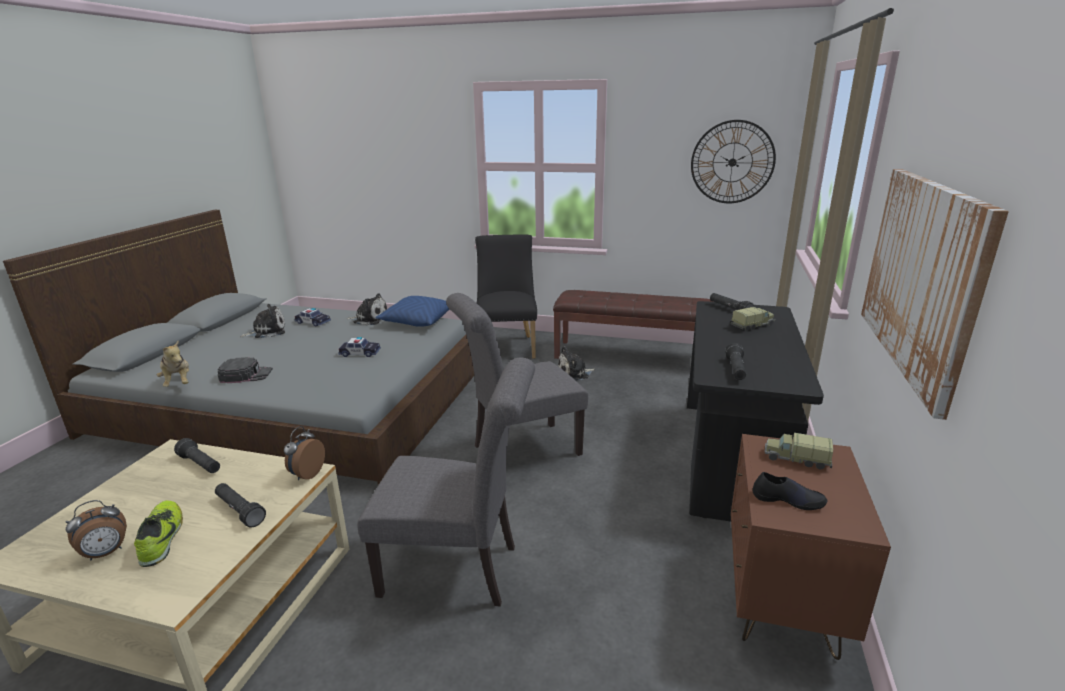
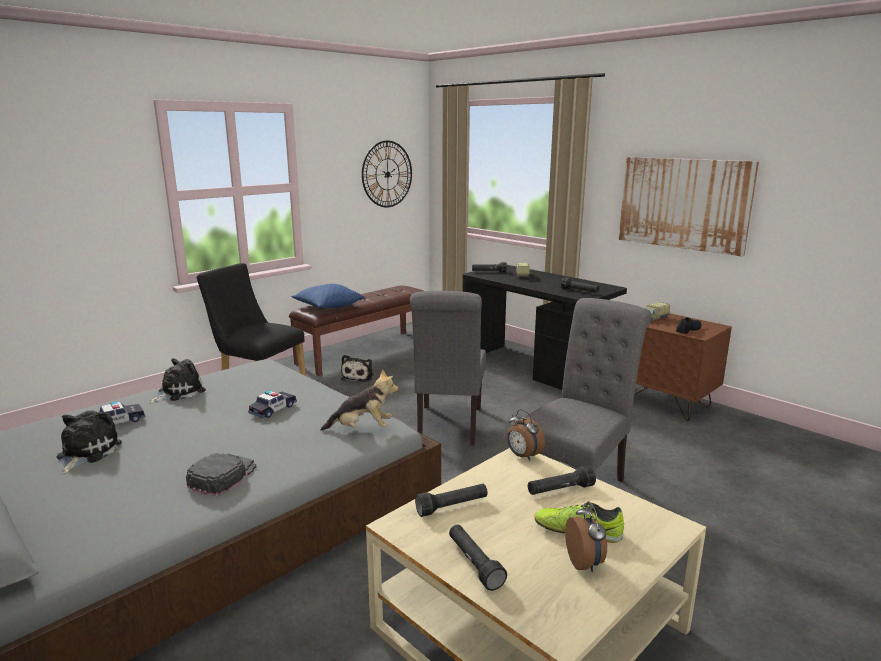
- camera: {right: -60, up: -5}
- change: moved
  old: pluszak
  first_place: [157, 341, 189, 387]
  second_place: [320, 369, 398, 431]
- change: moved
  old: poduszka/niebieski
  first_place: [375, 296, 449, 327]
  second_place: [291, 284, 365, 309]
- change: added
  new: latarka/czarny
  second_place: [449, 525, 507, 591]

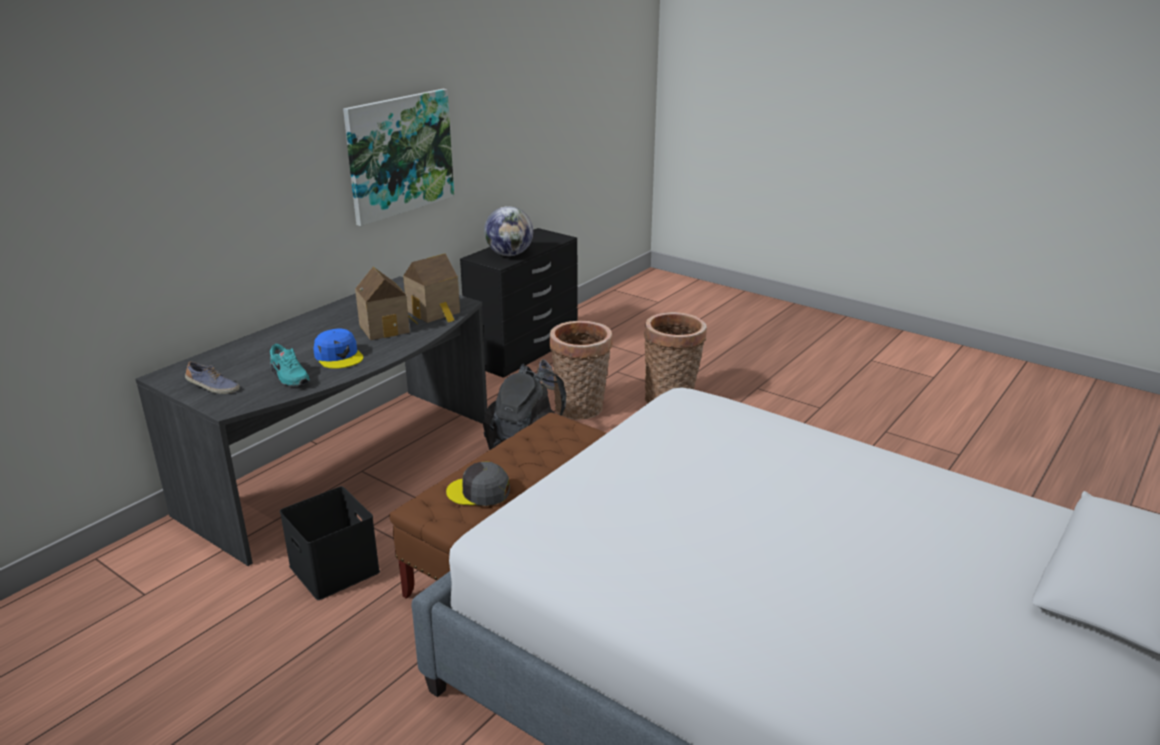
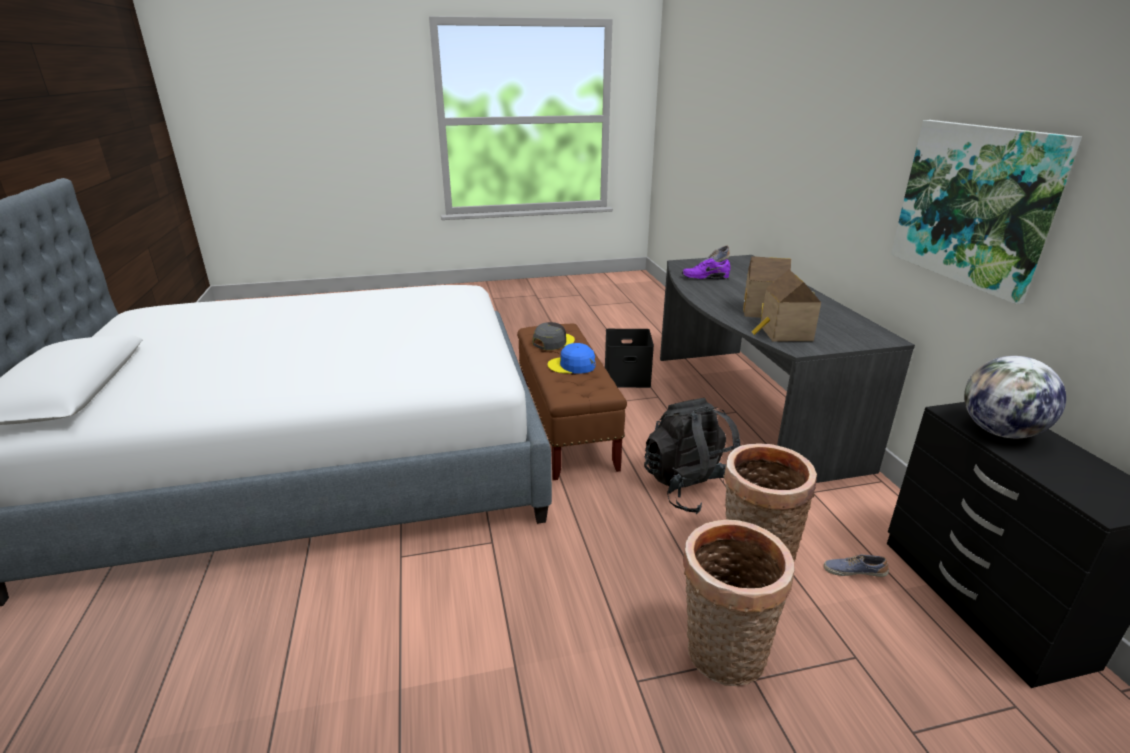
- camera: {right: 130, up: 0}
- change: recoloured
  old: but/turkusowy
  new: but/fioletowy
  first_place: [270, 344, 310, 386]
  second_place: [682, 258, 730, 280]
- change: moved
  old: czapka z daszkiem/niebieski
  first_place: [313, 328, 364, 369]
  second_place: [547, 343, 595, 374]

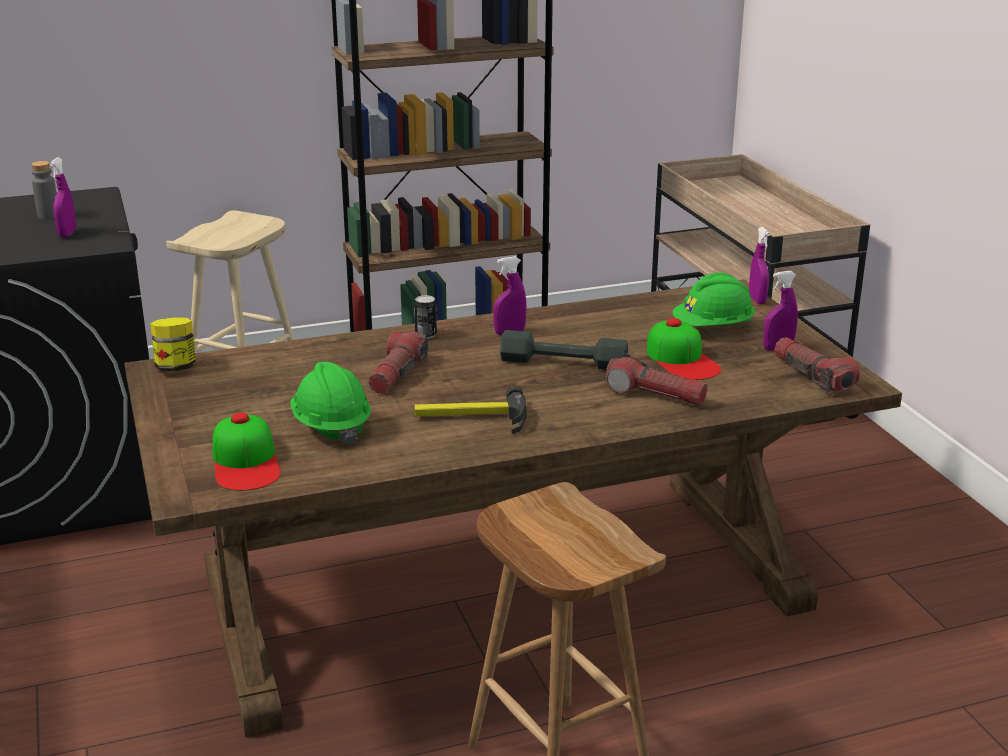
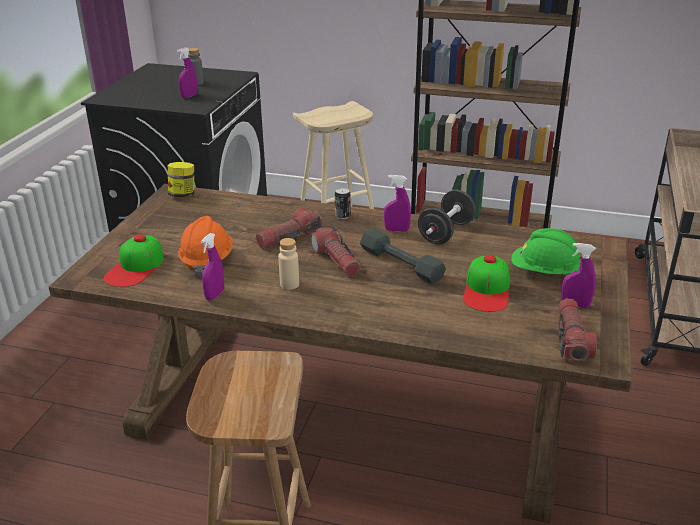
- camera: {right: 35, up: 5}
- change: recoloured
  old: kask/zielony
  new: kask/pomarańczowy
  first_place: [290, 362, 371, 445]
  second_place: [178, 216, 233, 277]
- change: replaced
  old: młotek
  new: butelka/beżowy
  first_place: [414, 386, 527, 434]
  second_place: [278, 238, 299, 290]
- change: moved
  old: latarka
  first_place: [606, 353, 708, 406]
  second_place: [310, 226, 360, 277]
- change: moved
  old: spryskiwacz/fioletowy
  first_place: [749, 227, 770, 304]
  second_place: [201, 233, 224, 301]
- change: added
  new: hantel/czarny
  second_place: [418, 190, 476, 244]

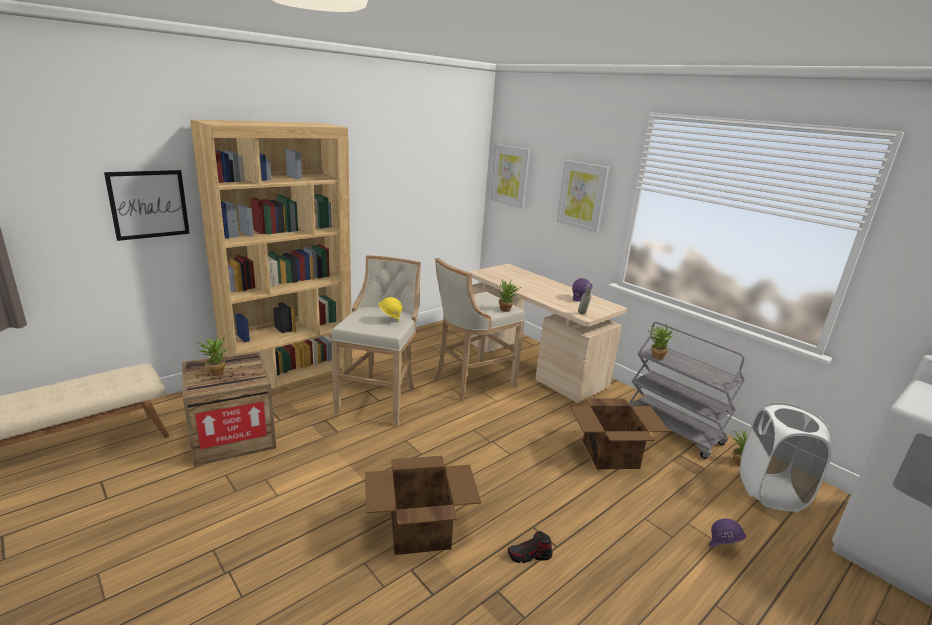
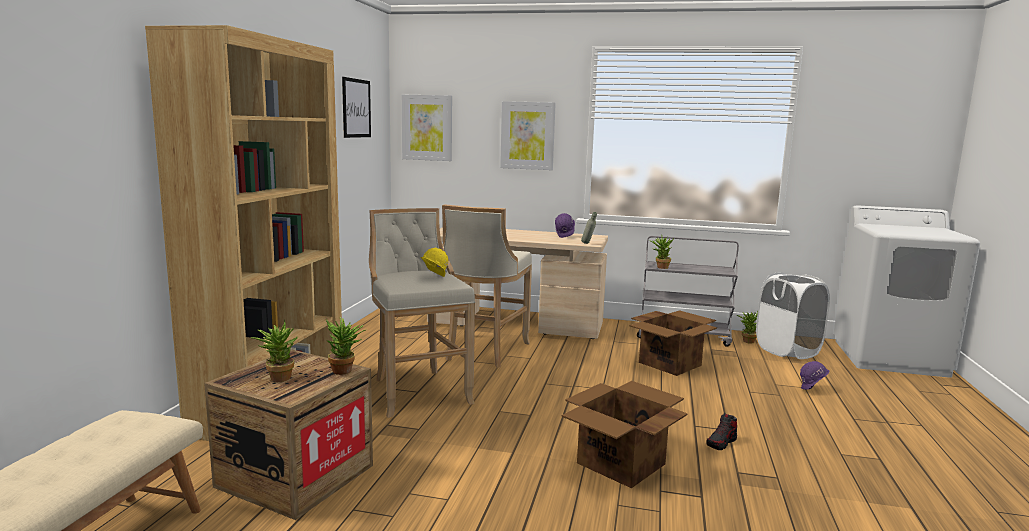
- camera: {right: -35, up: -10}
- change: moved
  old: obraz
  first_place: [104, 170, 190, 241]
  second_place: [342, 77, 371, 138]
- change: moved
  old: roślina doniczkowa
  first_place: [498, 280, 521, 312]
  second_place: [326, 317, 365, 375]

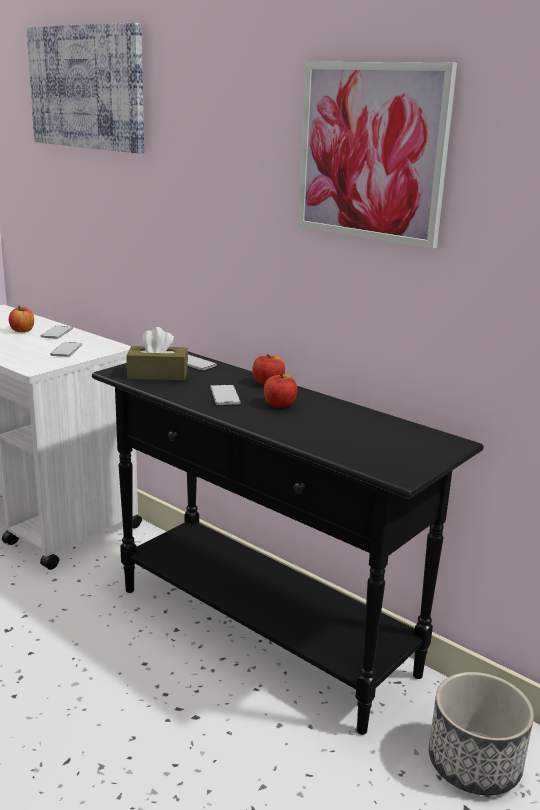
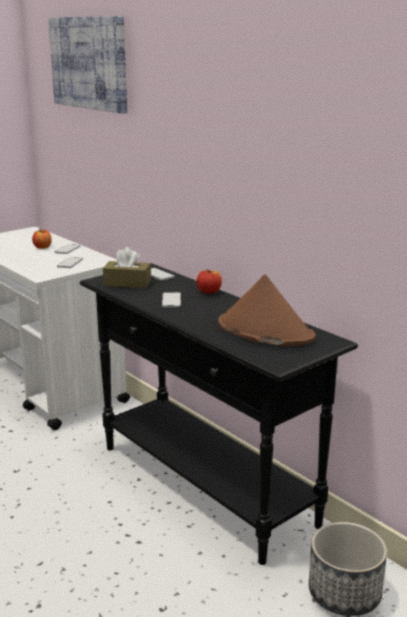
- camera: {right: 10, up: 0}
- change: removed
  old: jabłko
  first_place: [264, 374, 297, 407]
- change: removed
  old: obraz
  first_place: [298, 62, 457, 249]
- change: added
  new: kapelusz/brązowy
  second_place: [218, 274, 315, 346]

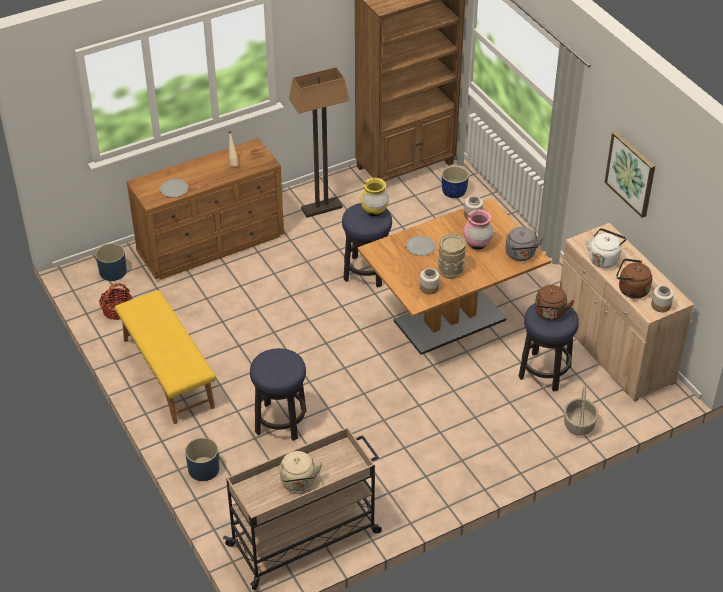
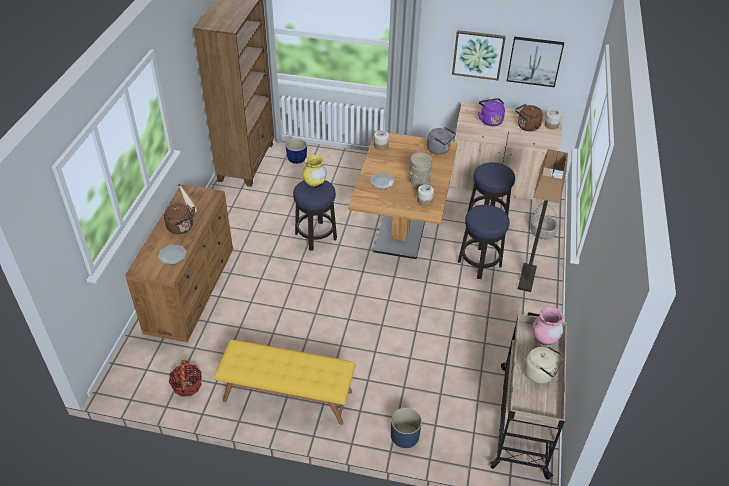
- camera: {right: -50, up: 0}
- change: removed
  old: donica/niebieski
  first_place: [96, 243, 127, 281]
- change: moved
  old: stołek
  first_place: [250, 348, 307, 441]
  second_place: [458, 205, 509, 279]
- change: moved
  old: lampa stojąca
  first_place: [289, 67, 350, 218]
  second_place: [518, 149, 568, 292]
- change: moved
  old: wazon/różowy
  first_place: [463, 209, 493, 250]
  second_place: [533, 306, 564, 345]
- change: moved
  old: czajnik/brązowy
  first_place: [535, 285, 574, 320]
  second_place: [164, 203, 195, 234]
- change: recoloured
  old: czajnik/biały
  new: czajnik/fioletowy
  first_place: [585, 228, 627, 268]
  second_place: [478, 98, 505, 126]
- change: added
  new: obraz
  second_place: [507, 36, 564, 87]

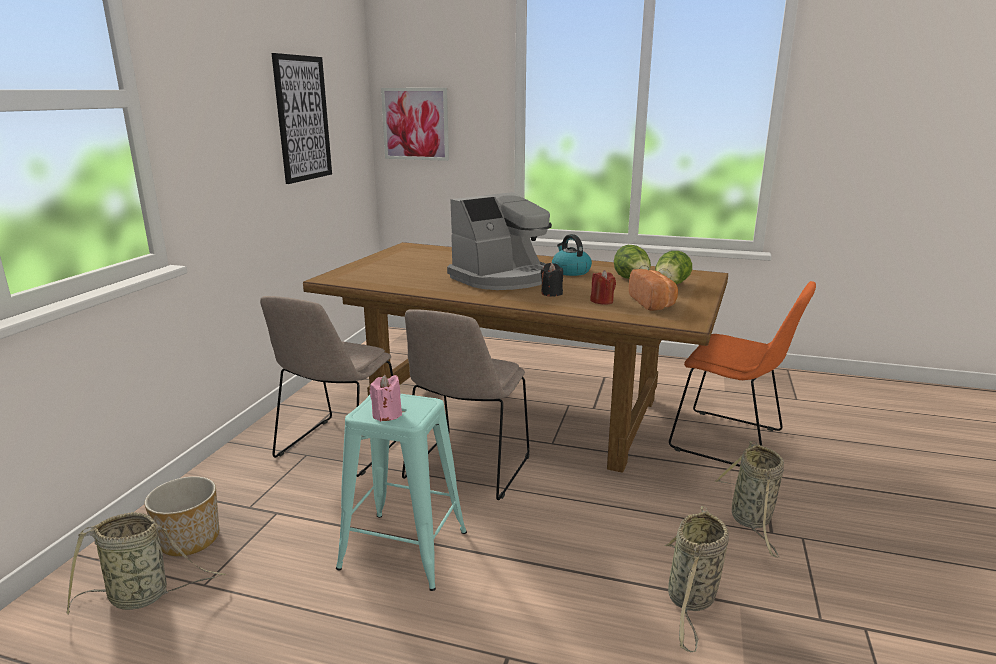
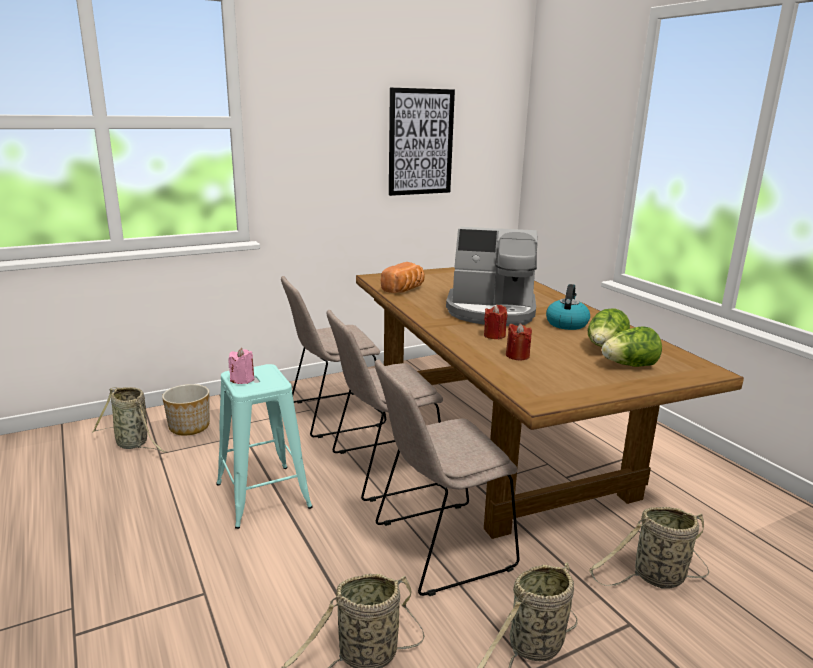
- camera: {right: 45, up: 0}
- change: removed
  old: obraz
  first_place: [381, 88, 449, 161]
- change: recoloured
  old: świeca/czarny
  new: świeca/czerwony
  first_place: [541, 263, 563, 297]
  second_place: [484, 305, 507, 339]
- change: moved
  old: chleb
  first_place: [629, 269, 678, 311]
  second_place: [381, 262, 425, 293]
- change: replaced
  old: krzesło/pomarańczowy
  new: koszyk
  first_place: [669, 281, 816, 467]
  second_place: [589, 507, 709, 589]
- change: added
  new: krzesło/beżowy
  second_place: [375, 360, 520, 596]

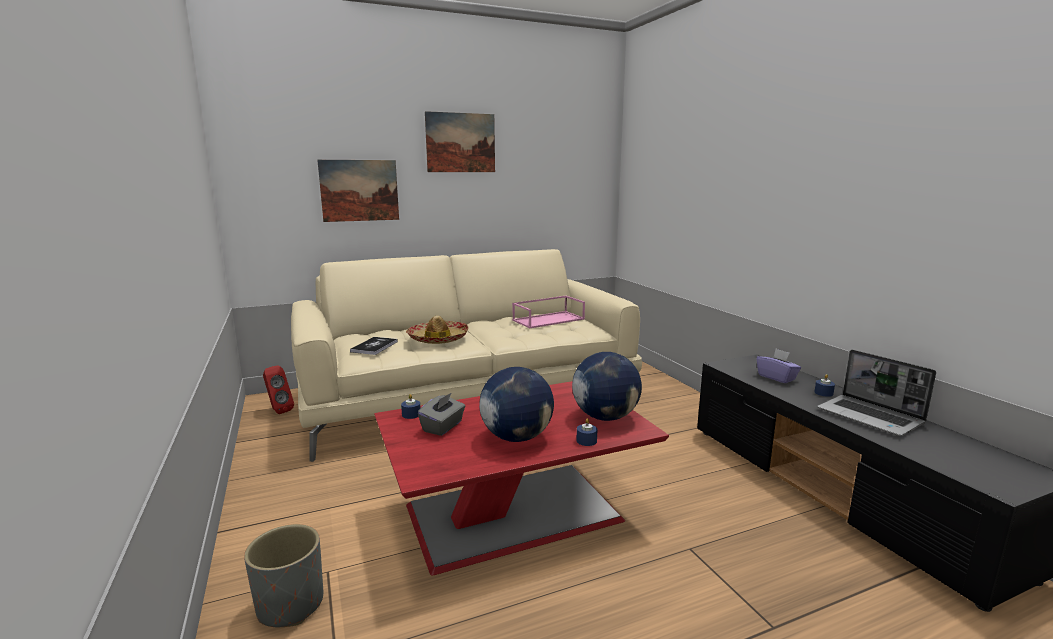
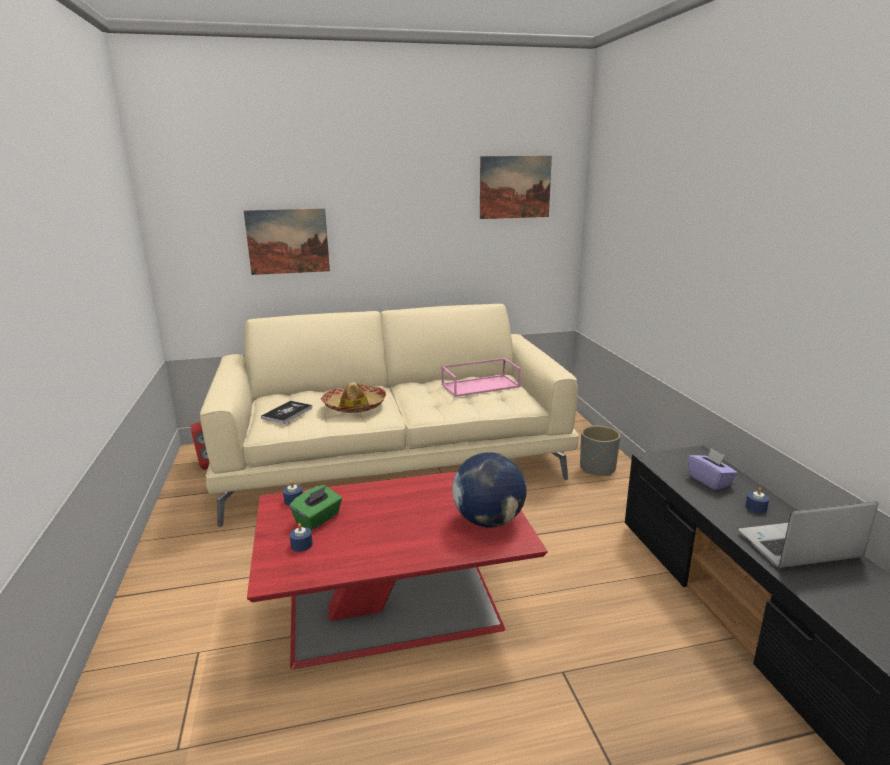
- camera: {right: 10, up: 5}
- change: moved
  old: donica/szary
  first_place: [244, 524, 323, 627]
  second_place: [580, 426, 621, 476]
- change: recoloured
  old: pudełko chusteczek/szary
  new: pudełko chusteczek/zielony
  first_place: [418, 392, 465, 436]
  second_place: [289, 485, 342, 530]
- change: moved
  old: obraz
  first_place: [425, 111, 495, 172]
  second_place: [480, 156, 552, 219]
- change: removed
  old: globus
  first_place: [479, 367, 554, 442]
- change: moved
  old: świeca/niebieski
  first_place: [577, 418, 597, 446]
  second_place: [289, 523, 313, 552]
- change: turned
  old: laptop
  first_place: [817, 350, 936, 436]
  second_place: [738, 501, 878, 569]
  degrees: 105

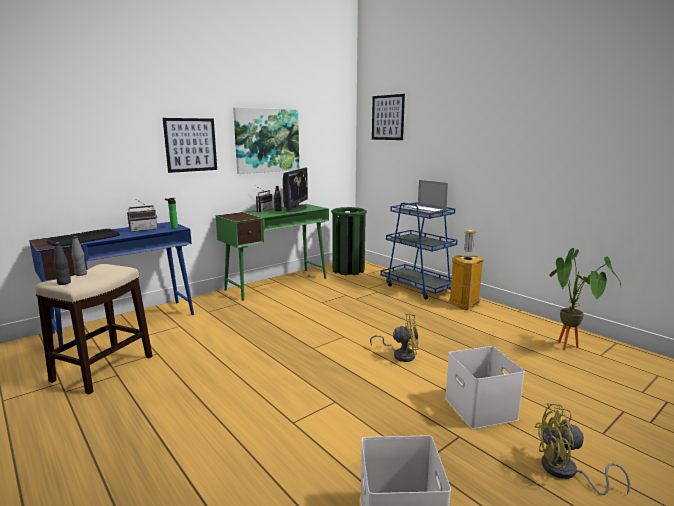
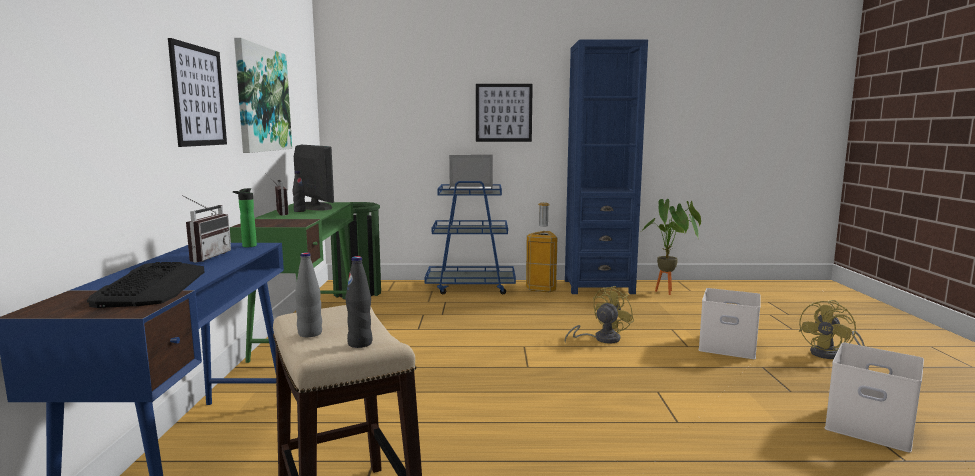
- camera: {right: -50, up: -5}
- change: moved
  old: obraz
  first_place: [372, 94, 405, 140]
  second_place: [476, 84, 533, 142]
- change: added
  new: regał/niebieski
  second_place: [565, 40, 648, 294]

